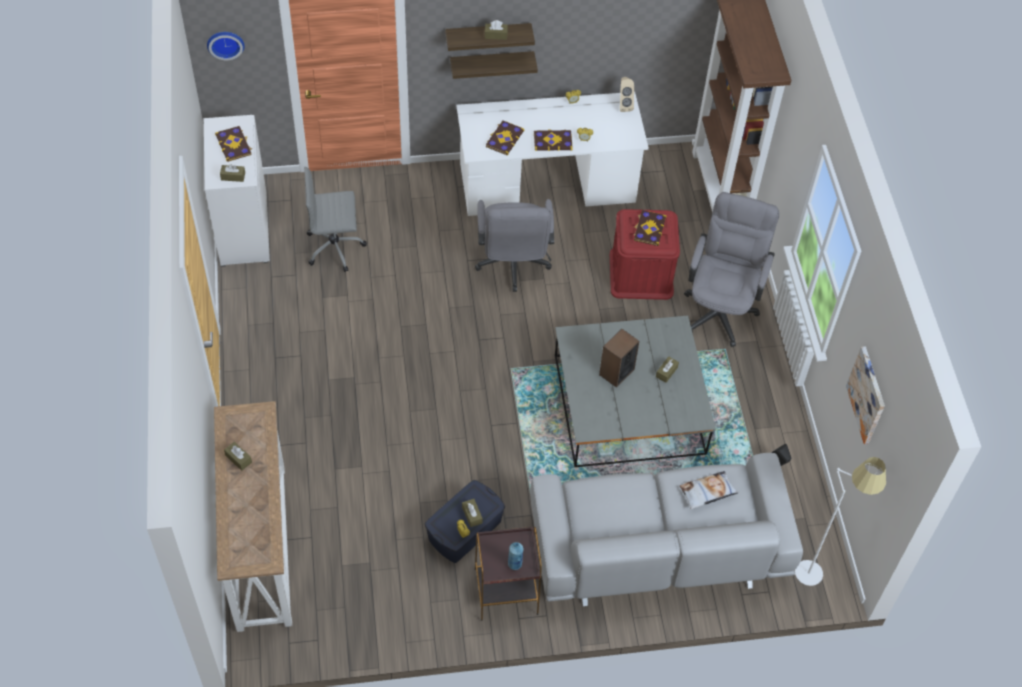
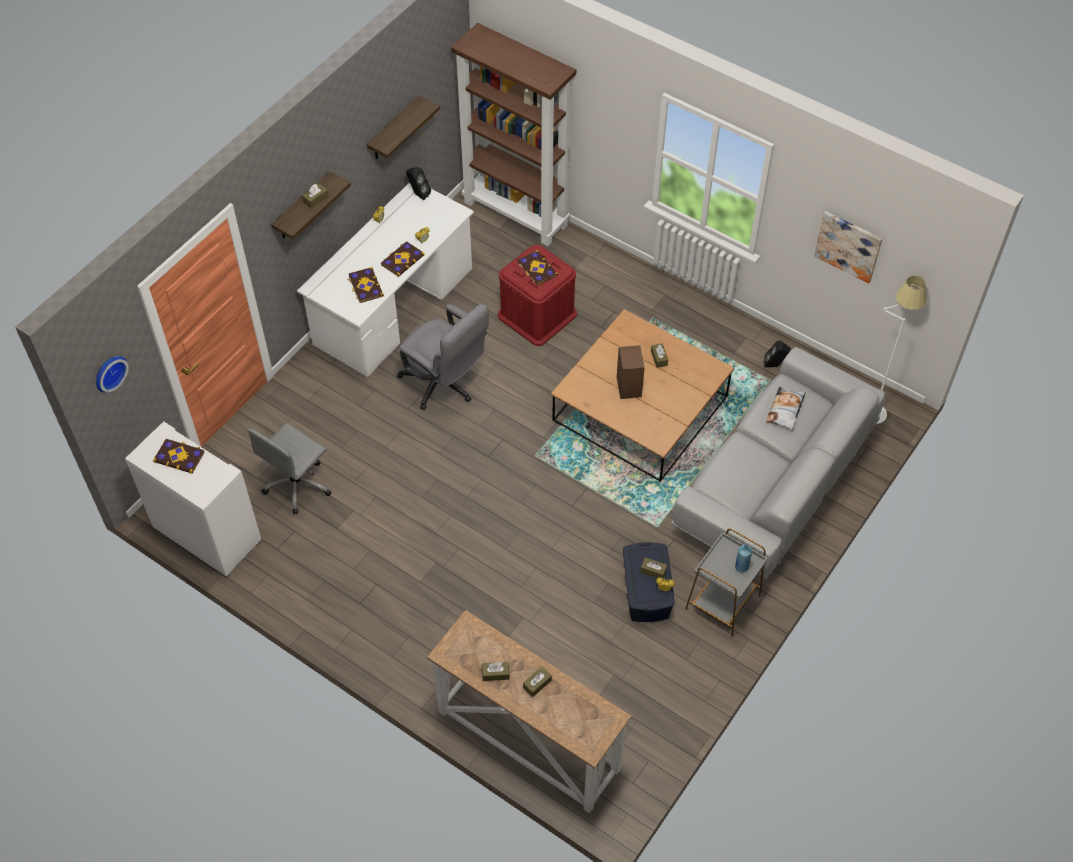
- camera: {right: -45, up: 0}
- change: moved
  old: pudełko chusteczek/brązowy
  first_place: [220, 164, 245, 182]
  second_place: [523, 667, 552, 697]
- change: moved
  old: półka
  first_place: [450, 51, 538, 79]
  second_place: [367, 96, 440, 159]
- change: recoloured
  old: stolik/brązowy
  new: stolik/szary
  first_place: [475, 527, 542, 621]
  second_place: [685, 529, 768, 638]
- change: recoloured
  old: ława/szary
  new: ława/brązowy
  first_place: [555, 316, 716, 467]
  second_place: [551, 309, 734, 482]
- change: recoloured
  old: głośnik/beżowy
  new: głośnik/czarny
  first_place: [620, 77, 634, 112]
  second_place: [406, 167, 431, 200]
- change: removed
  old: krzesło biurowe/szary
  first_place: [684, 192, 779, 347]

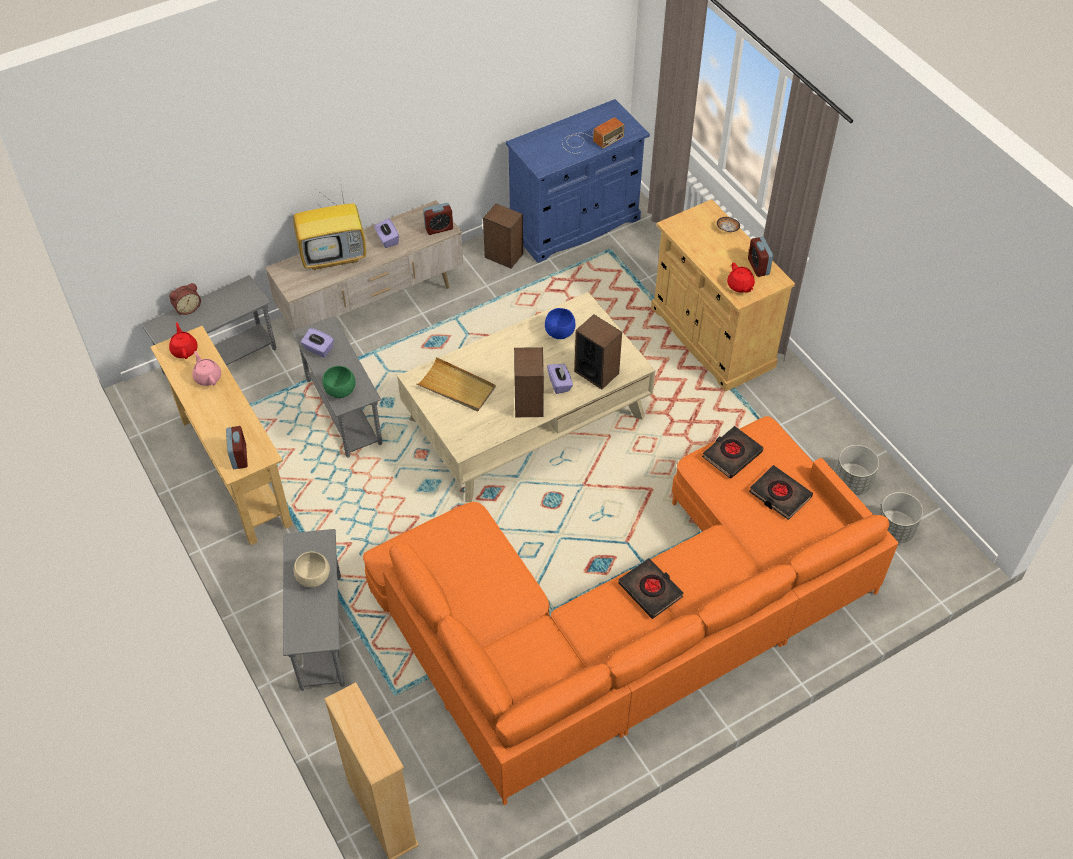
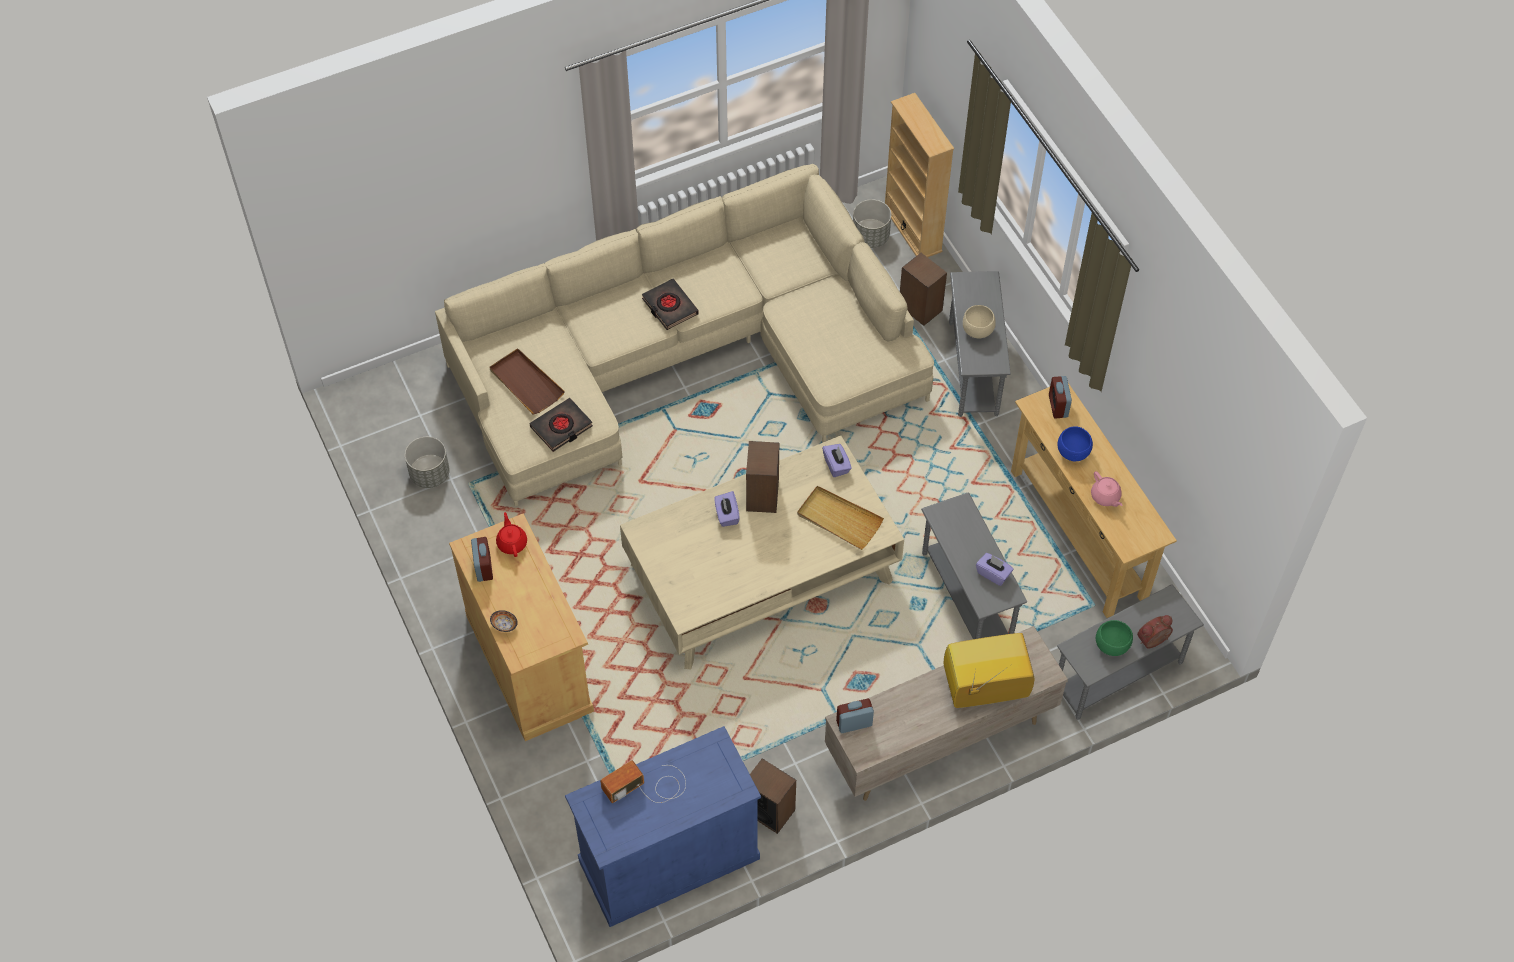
- camera: {right: -175, up: 5}
- change: removed
  old: imbryk/czerwony
  first_place: [169, 323, 198, 359]
- change: moved
  old: miska/zielony
  first_place: [322, 366, 355, 398]
  second_place: [1096, 620, 1133, 656]
- change: recoloured
  old: kanapa/pomarańczowy
  new: kanapa/beżowy
  first_place: [363, 416, 898, 805]
  second_place: [435, 164, 934, 506]
- change: moved
  old: pudełko chusteczek/fioletowy
  first_place: [374, 218, 399, 248]
  second_place: [822, 444, 852, 477]
- change: moved
  old: miska/niebieski
  first_place: [545, 308, 576, 339]
  second_place: [1057, 426, 1093, 461]
- change: moved
  old: głośnik
  first_place: [574, 314, 622, 390]
  second_place: [900, 253, 947, 326]
- change: replaced
  old: książka/czarny
  new: taca/brązowy
  first_place: [749, 465, 813, 520]
  second_place: [489, 348, 565, 414]
- change: moved
  old: donica/szary
  first_place: [878, 492, 923, 543]
  second_place: [853, 199, 891, 248]

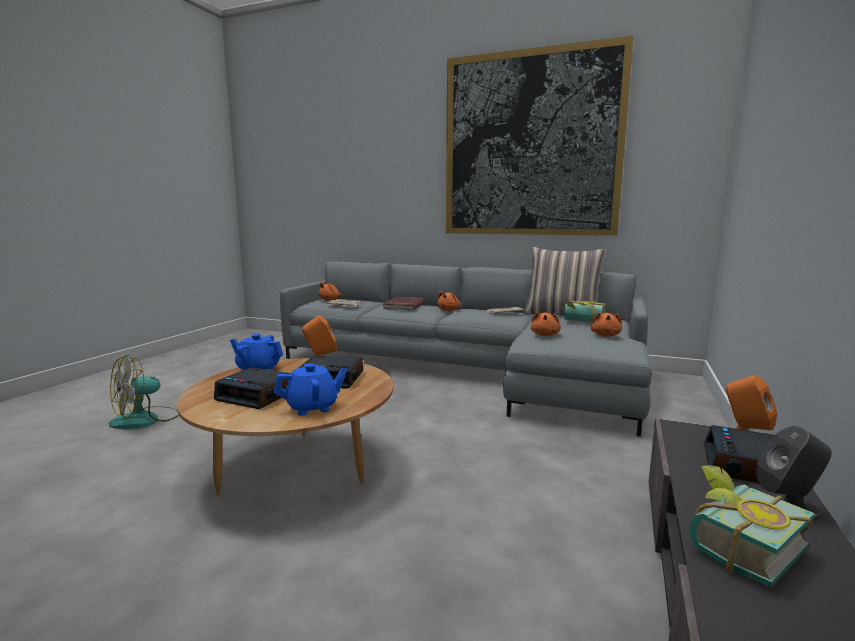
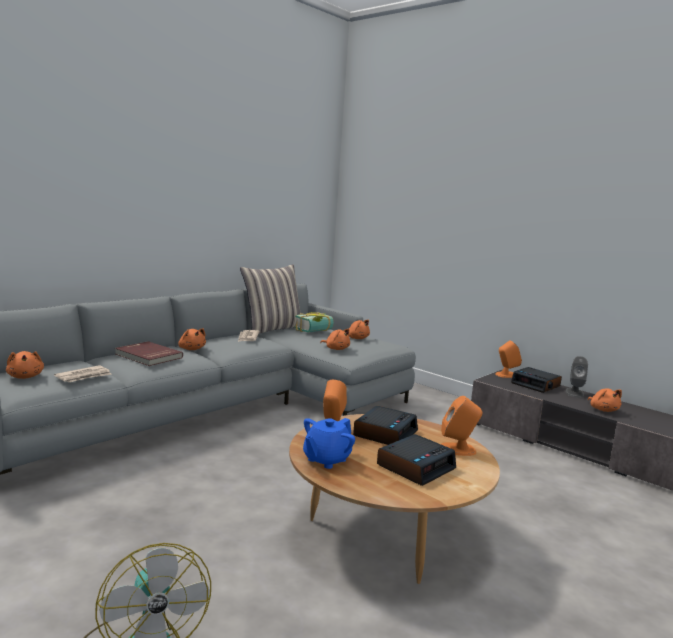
- camera: {right: -70, up: 0}
- change: replaced
  old: imbryk/niebieski
  new: głośnik/pomarańczowy
  first_place: [274, 363, 347, 416]
  second_place: [441, 396, 482, 456]
- change: removed
  old: obraz
  first_place: [446, 35, 634, 236]
- change: replaced
  old: książka
  new: pluszak/pomarańczowy
  first_place: [689, 465, 815, 588]
  second_place: [588, 388, 622, 412]

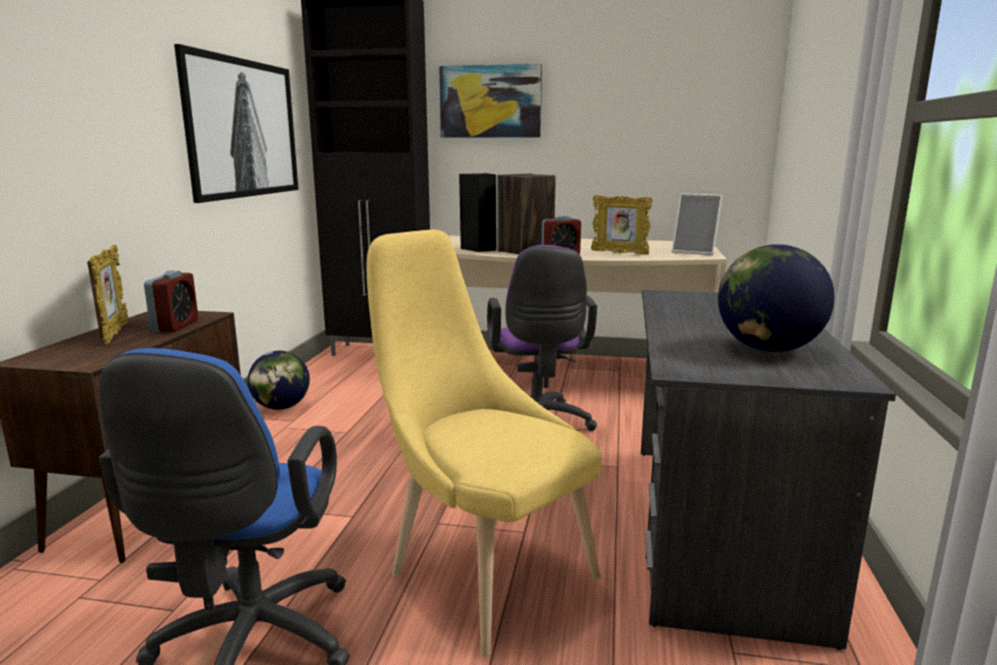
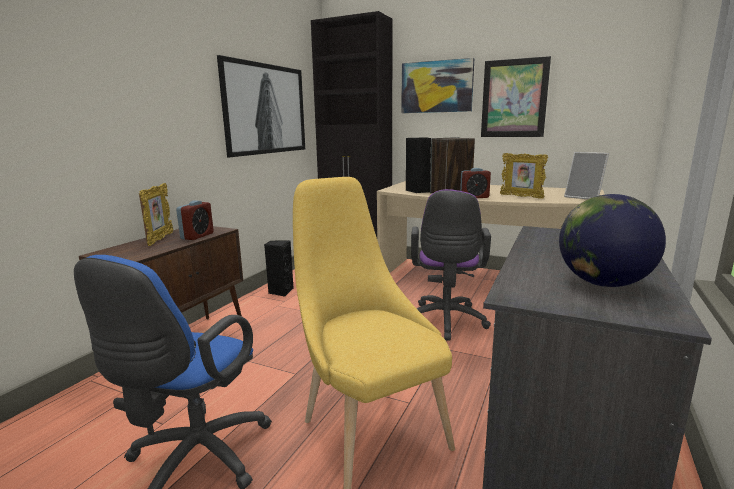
- camera: {right: 15, up: 0}
- change: replaced
  old: globus
  new: głośnik/czarny
  first_place: [248, 351, 310, 410]
  second_place: [264, 240, 294, 297]
- change: added
  new: obraz
  second_place: [481, 56, 551, 137]

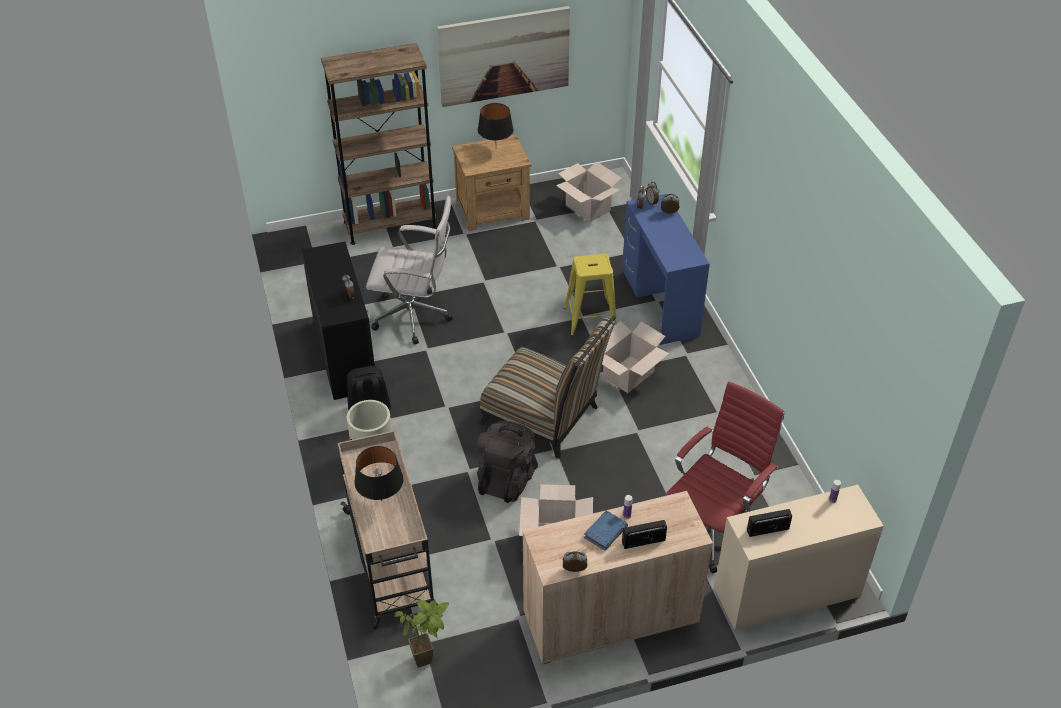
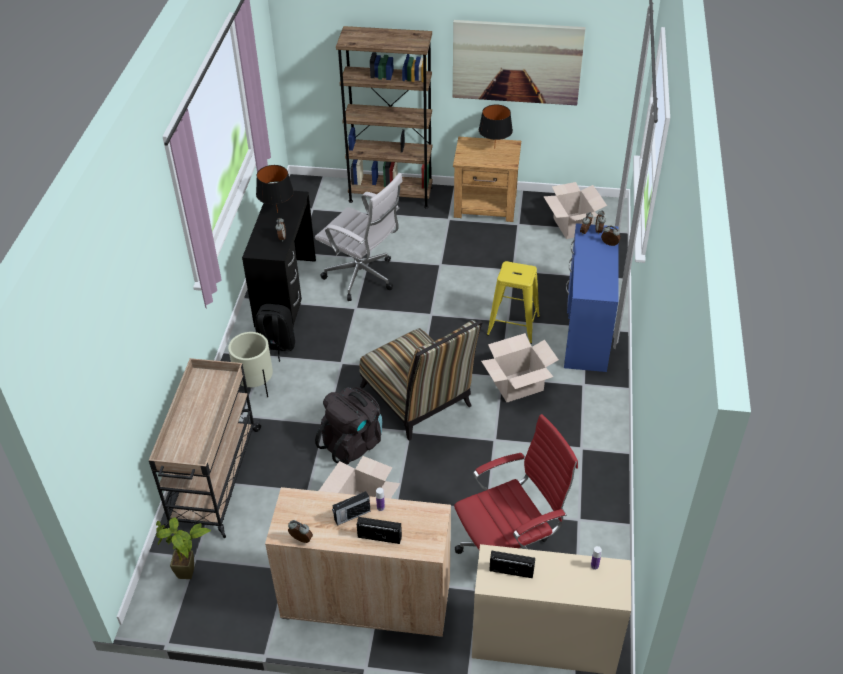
- camera: {right: 25, up: 0}
- change: moved
  old: lampa stołowa/czarny
  first_place: [355, 446, 403, 501]
  second_place: [256, 165, 294, 213]
- change: replaced
  old: książka/niebieski
  new: radio
  first_place: [584, 510, 628, 551]
  second_place: [332, 491, 371, 526]

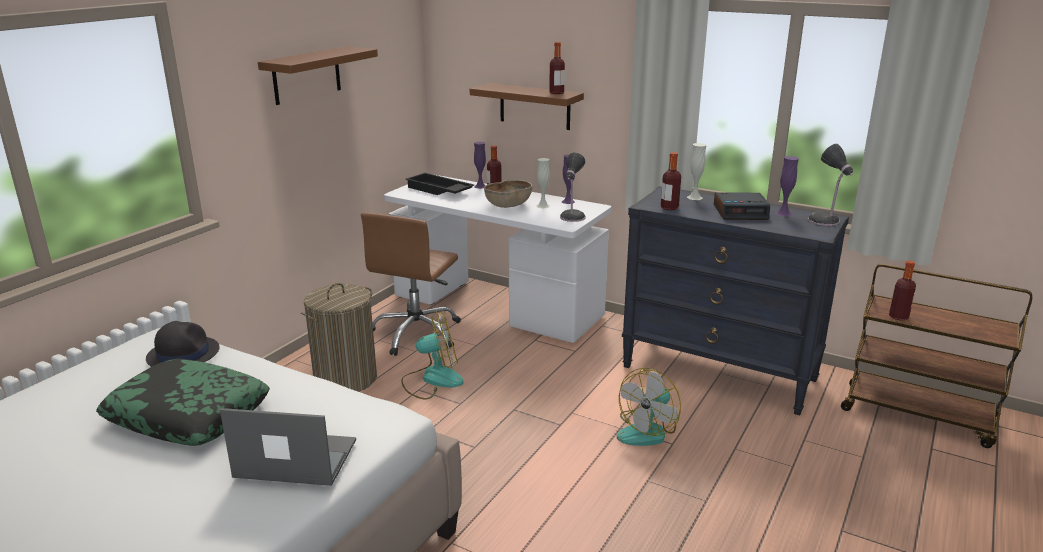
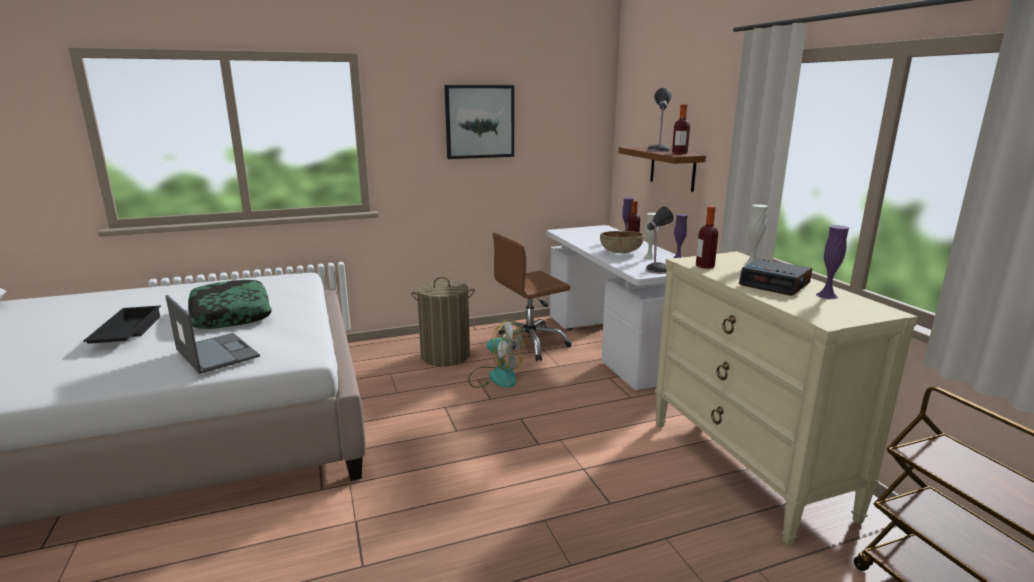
- camera: {right: 40, up: -5}
- change: removed
  old: kapelusz/czarny
  first_place: [146, 321, 220, 367]
- change: replaced
  old: półka/brązowy
  new: obraz
  first_place: [258, 46, 378, 105]
  second_place: [444, 85, 514, 159]
- change: moved
  old: taca/czarny
  first_place: [405, 173, 474, 195]
  second_place: [83, 306, 161, 344]
- change: removed
  old: wentylator
  first_place: [617, 368, 681, 446]
- change: recoloured
  old: komoda/czarny
  new: komoda/beżowy
  first_place: [622, 186, 849, 415]
  second_place: [655, 251, 918, 545]
- change: moved
  old: lampa stołowa
  first_place: [808, 144, 853, 226]
  second_place: [647, 88, 672, 152]
- change: removed
  old: butelka
  first_place: [889, 261, 916, 320]

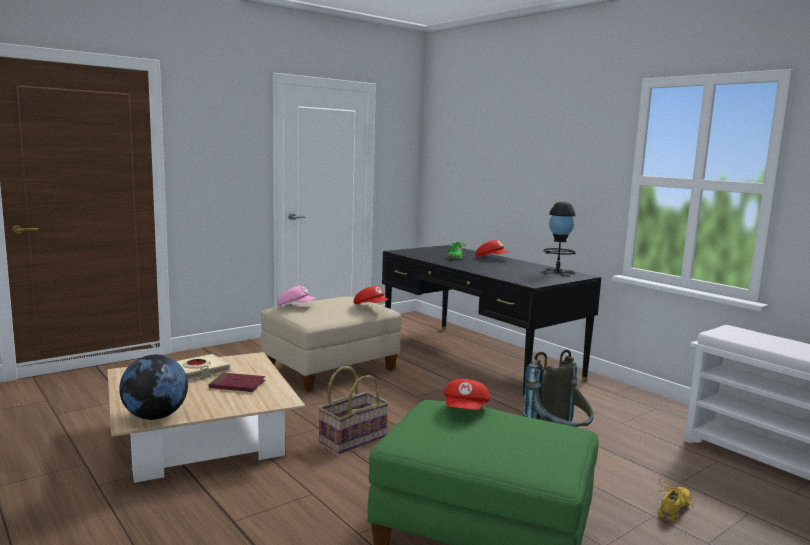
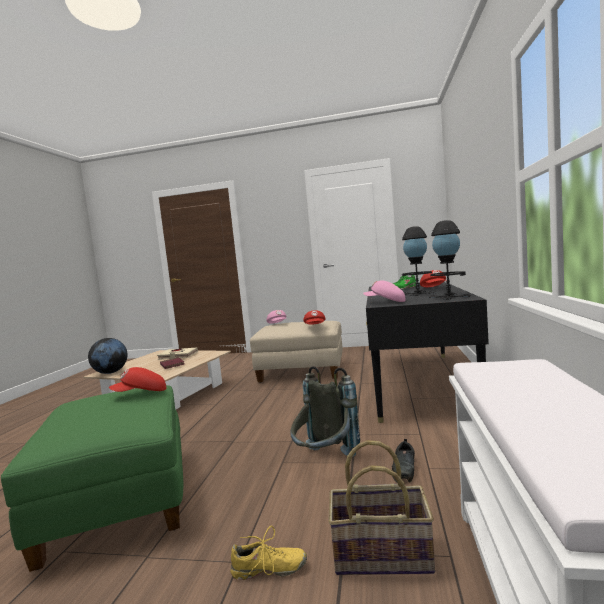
- camera: {right: 50, up: -5}
- change: moved
  old: koszyk
  first_place: [318, 366, 389, 454]
  second_place: [328, 440, 435, 575]
- change: added
  new: czapka z daszkiem/różowy
  second_place: [363, 280, 406, 302]
- change: added
  new: but/czarny
  second_place: [392, 439, 415, 483]
- change: added
  new: lampa stołowa/czarny
  second_place: [402, 226, 437, 296]

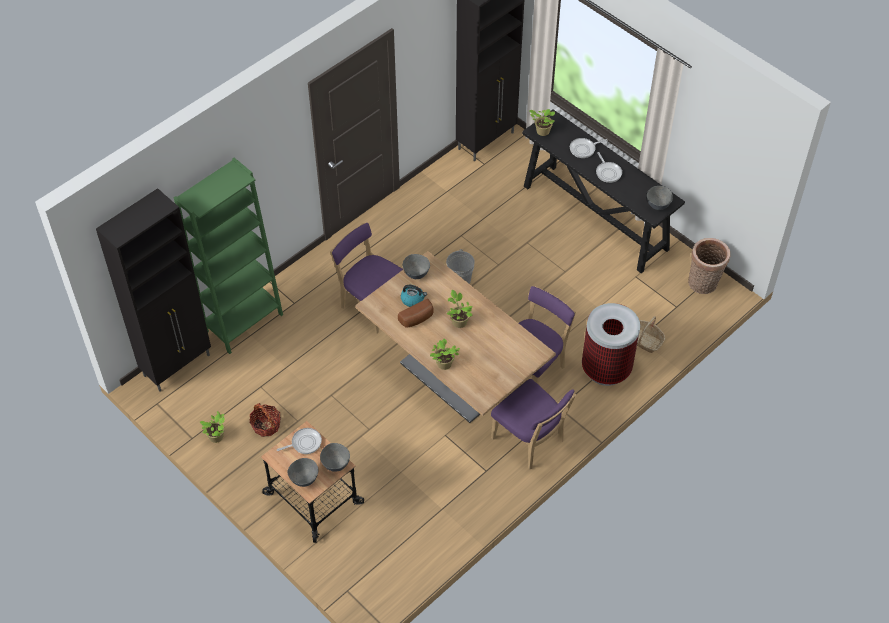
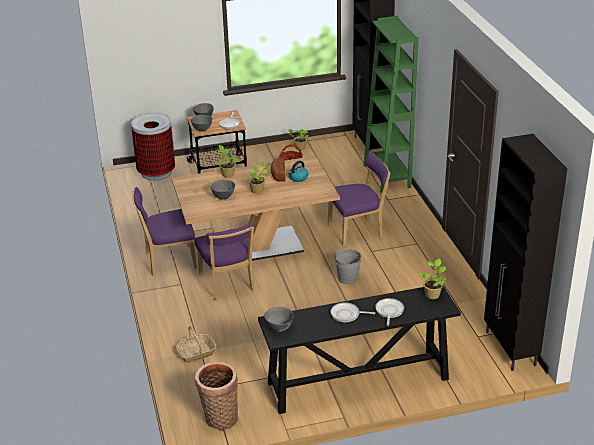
- camera: {right: 120, up: -20}
- change: moved
  old: miska/szary
  first_place: [403, 254, 430, 279]
  second_place: [211, 180, 235, 200]
- change: moved
  old: kosz na śmieci
  first_place: [582, 303, 640, 386]
  second_place: [131, 113, 175, 181]

